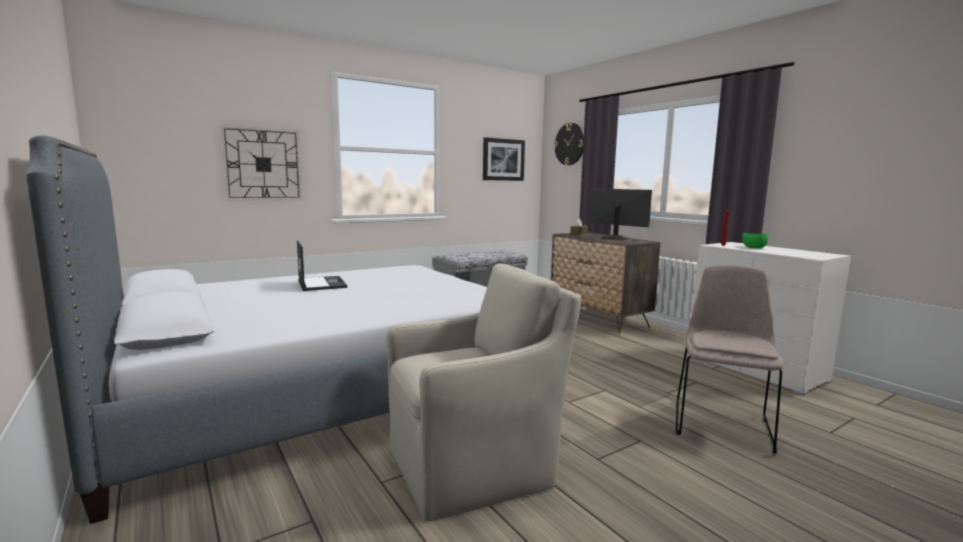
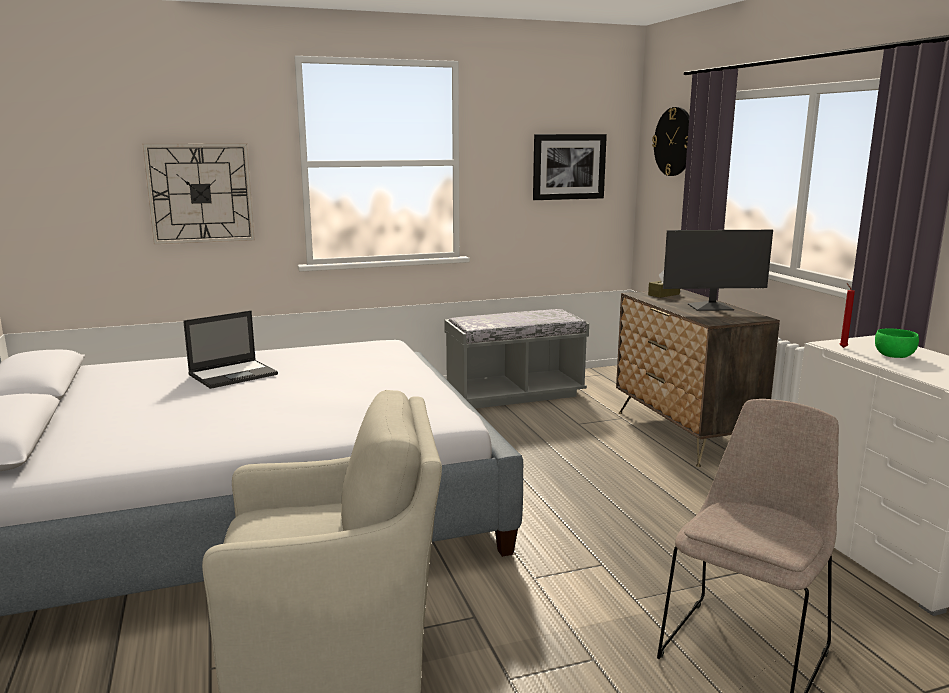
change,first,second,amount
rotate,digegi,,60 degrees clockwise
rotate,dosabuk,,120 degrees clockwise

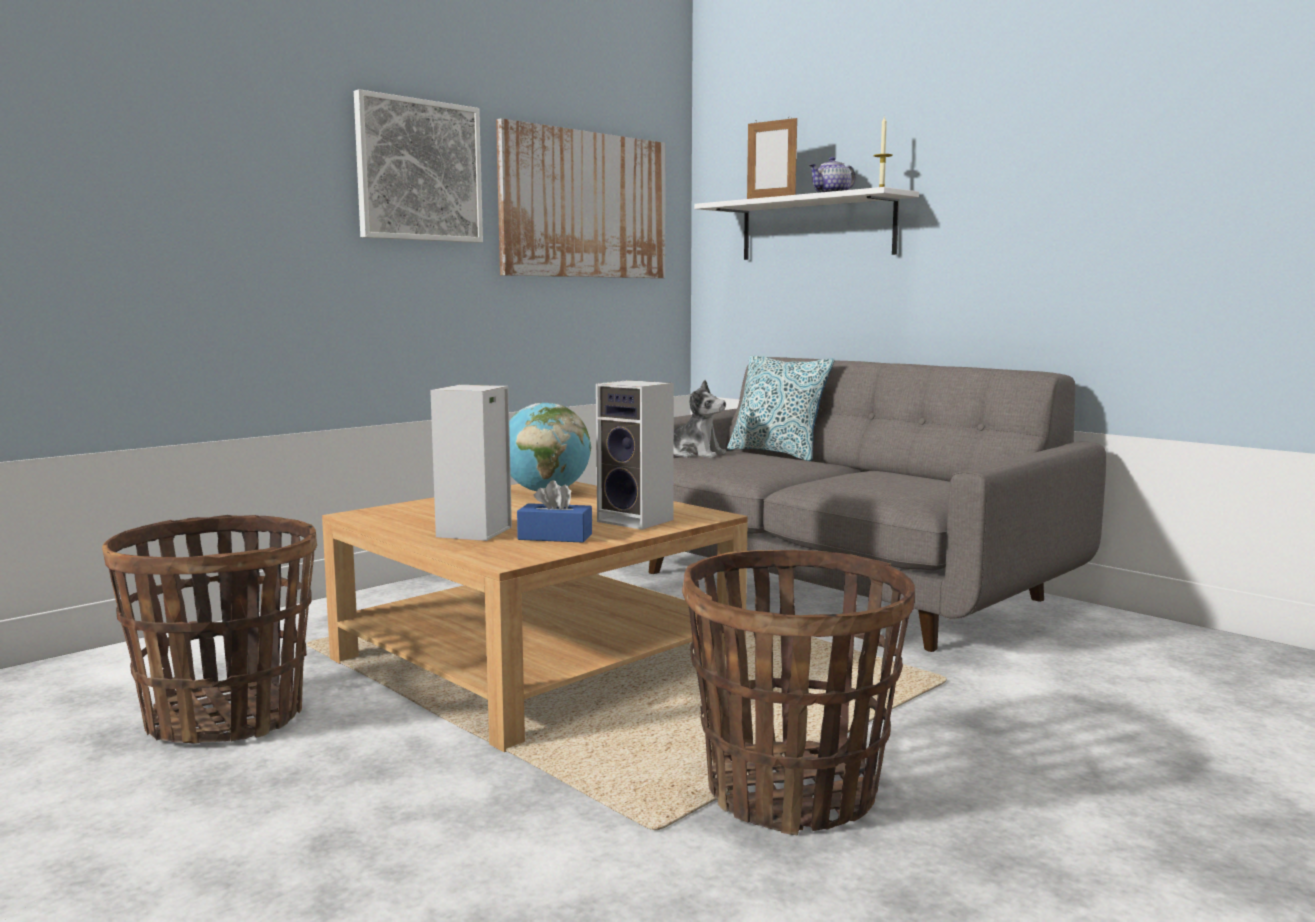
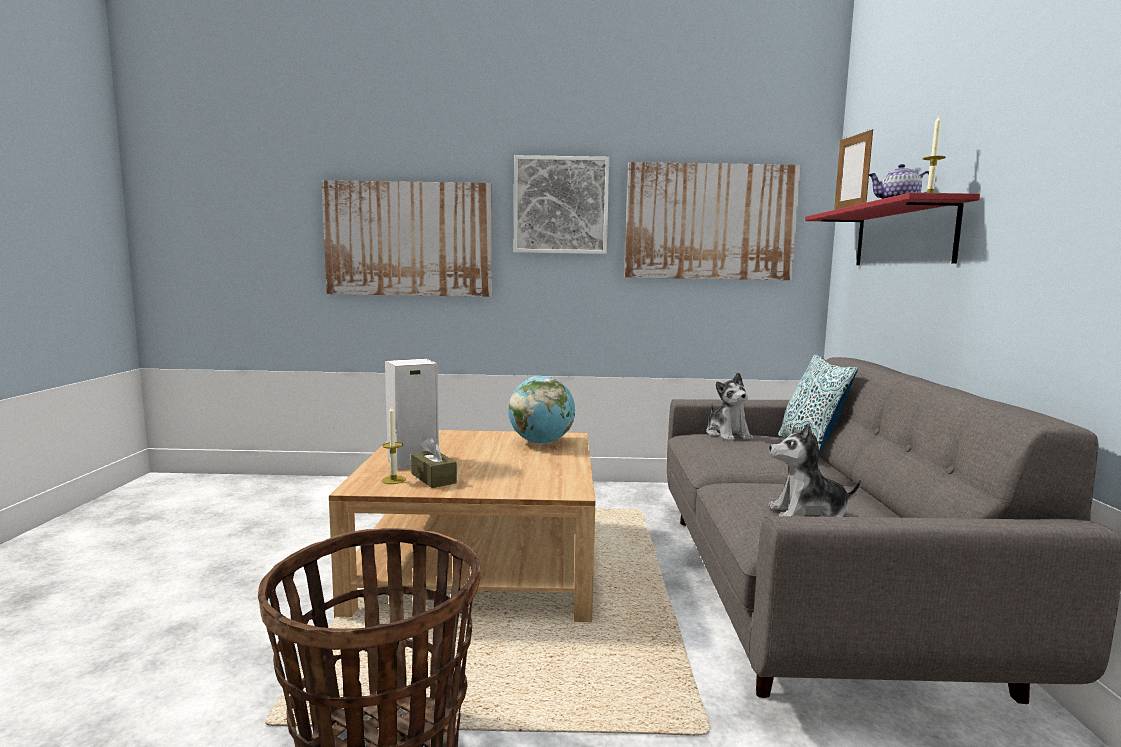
change,first,second,amount
delete,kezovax (1st from left),,
recolor,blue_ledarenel,brown_ledarenel,
delete,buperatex (2nd from left),,
recolor,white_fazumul,red_fazumul,
insert,,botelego (1st from left),
insert,,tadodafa (1st from left),
insert,,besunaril (2nd from left),

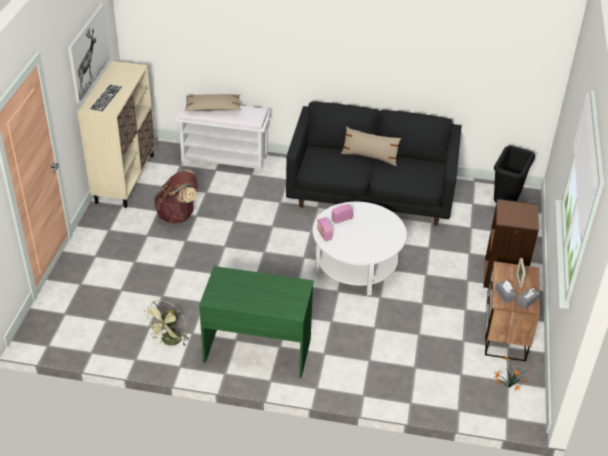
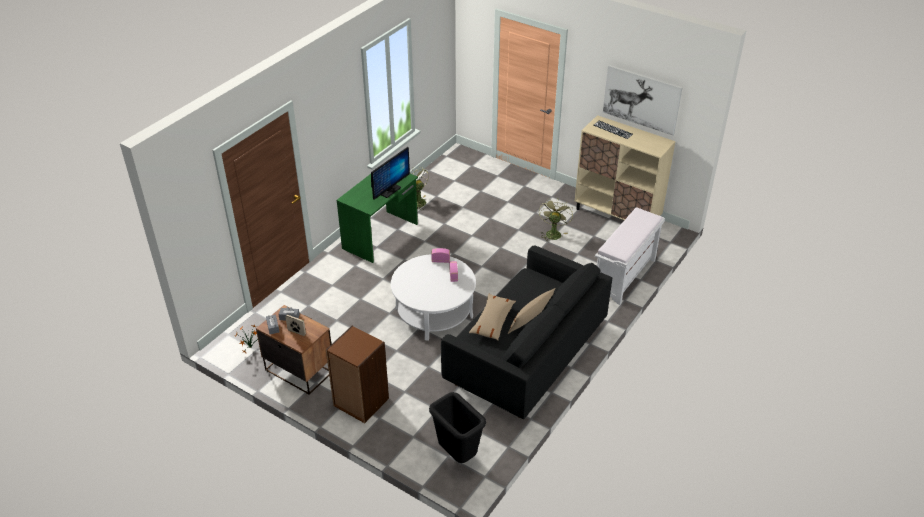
change,first,second,amount
replace,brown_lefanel,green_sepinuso (2nd from left),
move,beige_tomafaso (1st from left),,
insert,,dosabuk,

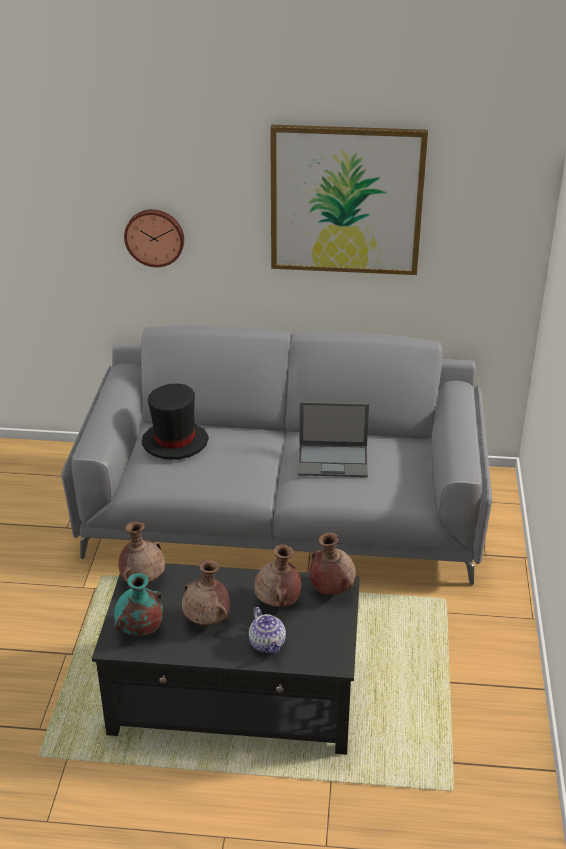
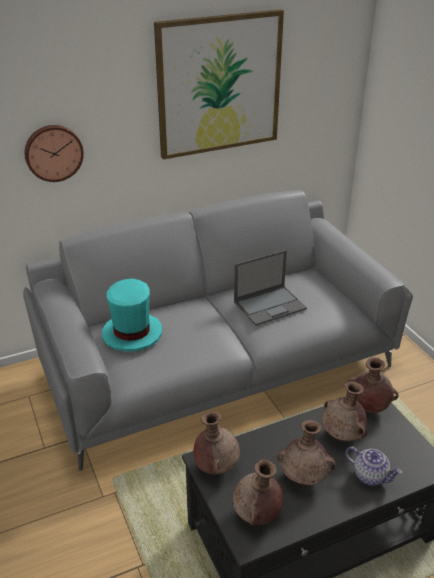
change,first,second,amount
recolor,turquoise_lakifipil,brown_lakifipil (2nd from left),
recolor,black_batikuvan,turquoise_batikuvan,

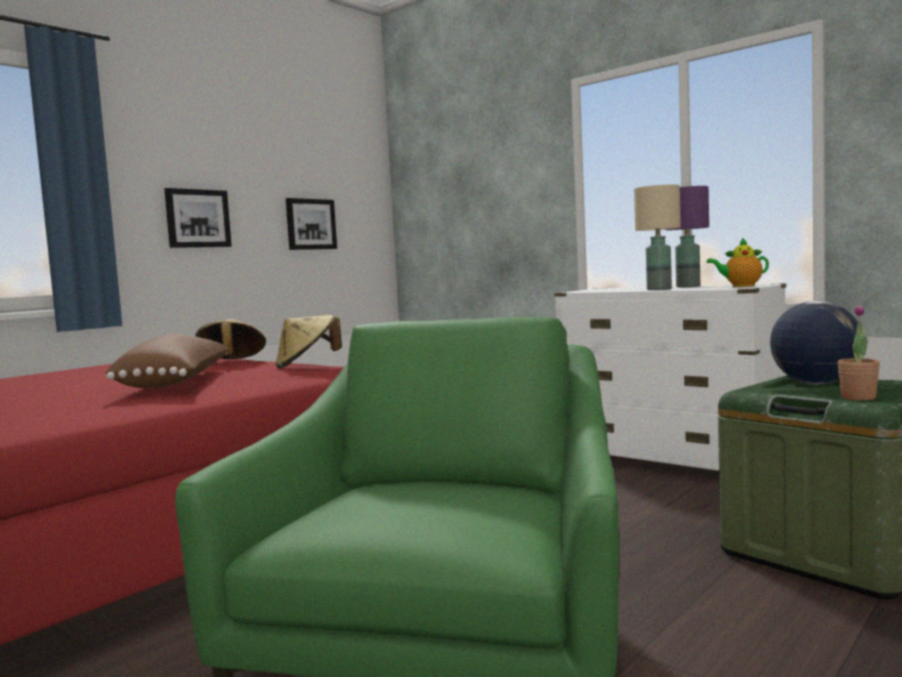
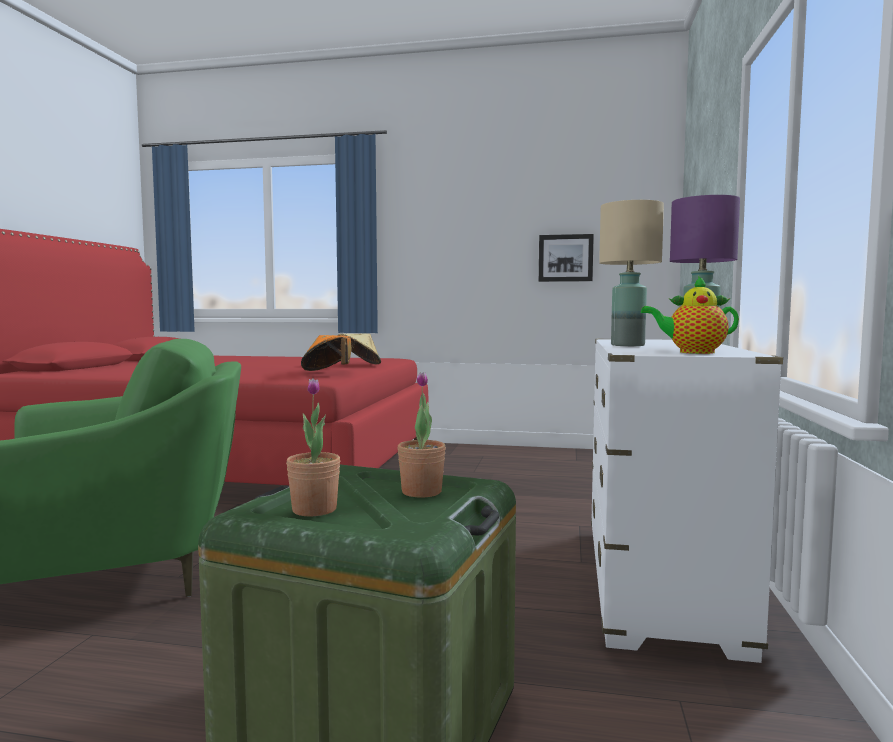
change,first,second,amount
delete,brown_tomafaso,,
delete,botelego (1st from left),,
recolor,beige_batikuvan (2nd from left),orange_batikuvan,
rotate,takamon,,60 degrees counterclockwise
replace,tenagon,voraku (2nd from left),

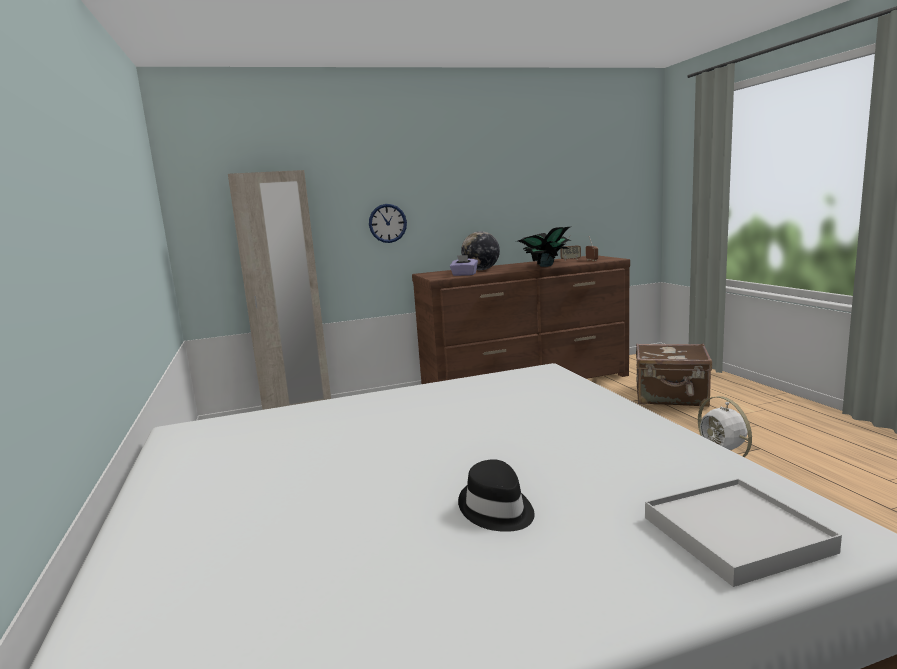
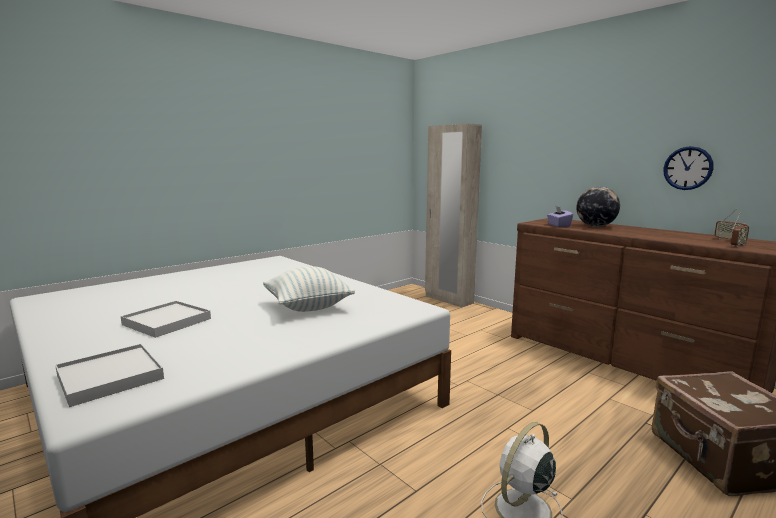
change,first,second,amount
move,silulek,,
replace,black_batikuvan,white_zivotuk (2nd from left),
delete,voraku,,
insert,,tomafaso,

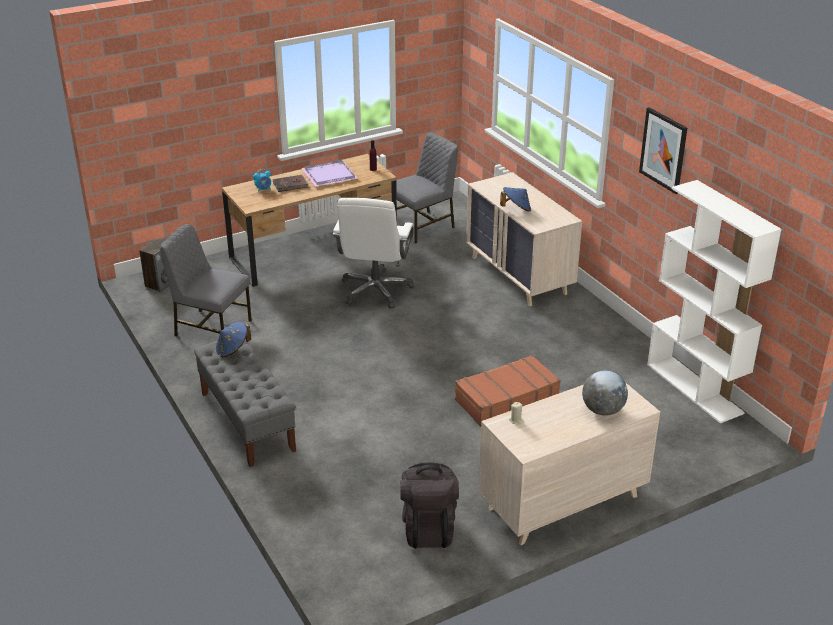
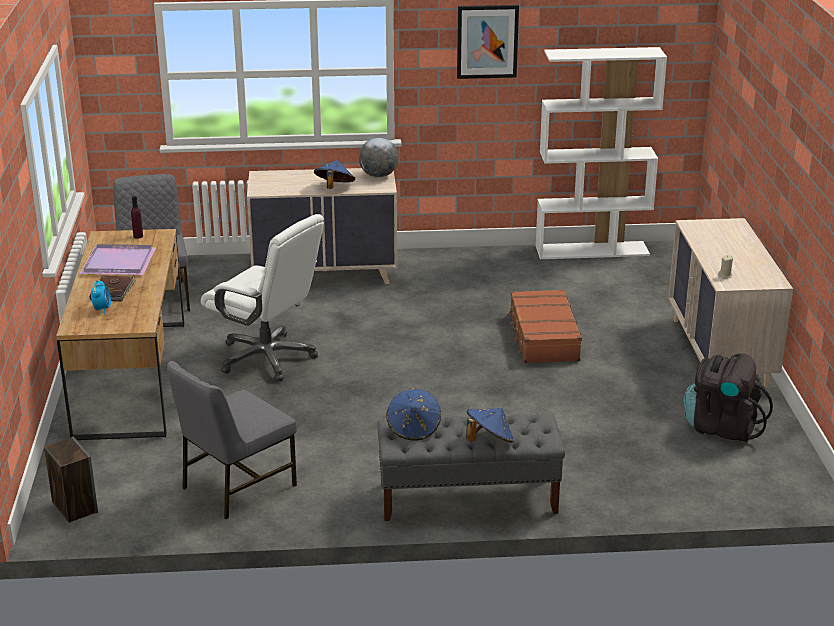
change,first,second,amount
move,tenagon,,
insert,,blue_batikuvan (3rd from left),

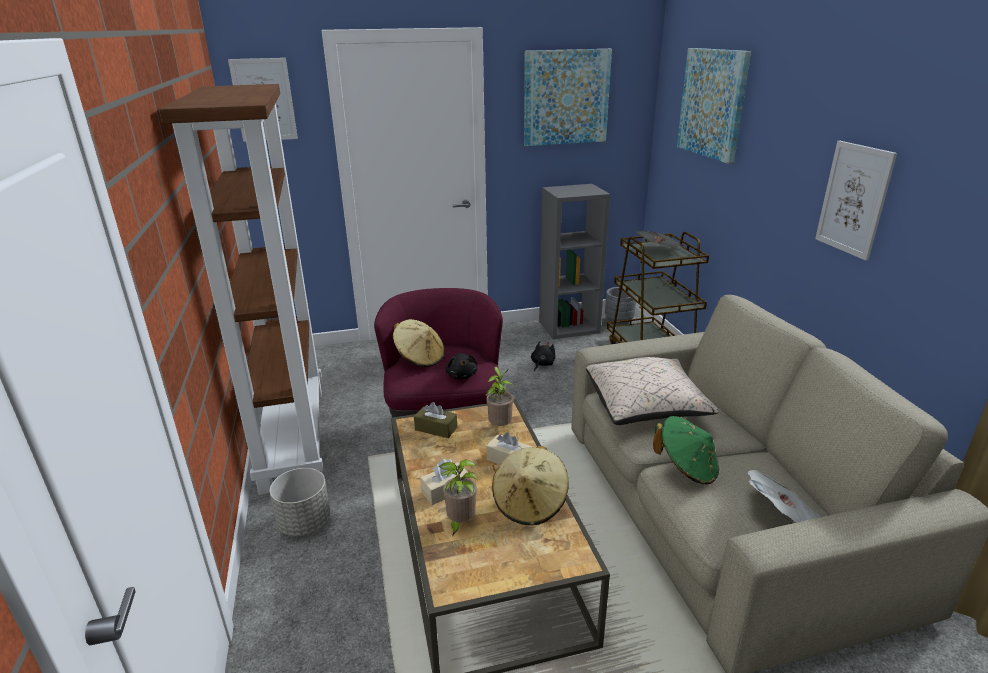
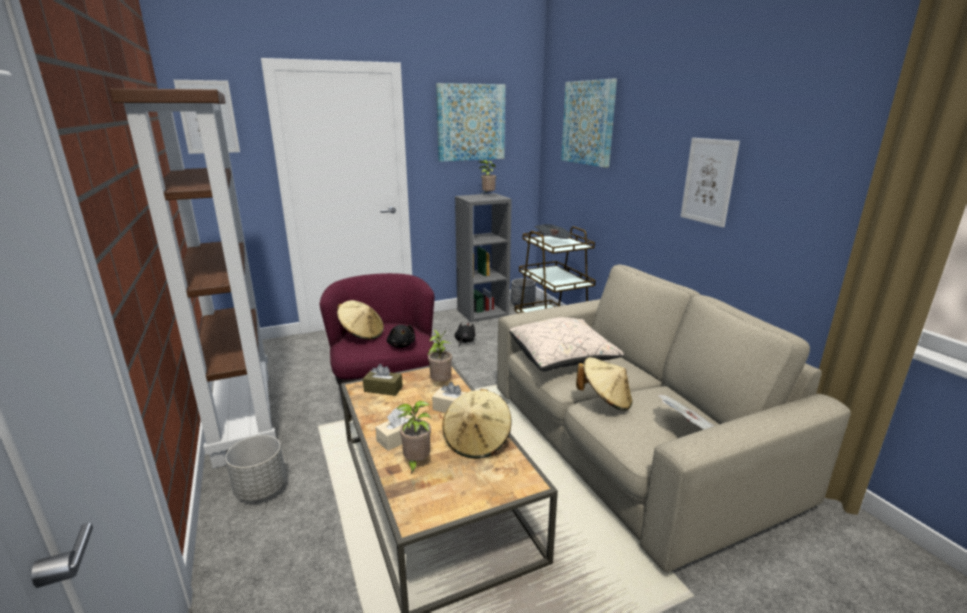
change,first,second,amount
recolor,green_batikuvan,beige_batikuvan (3rd from left),
insert,,voraku (3rd from left),

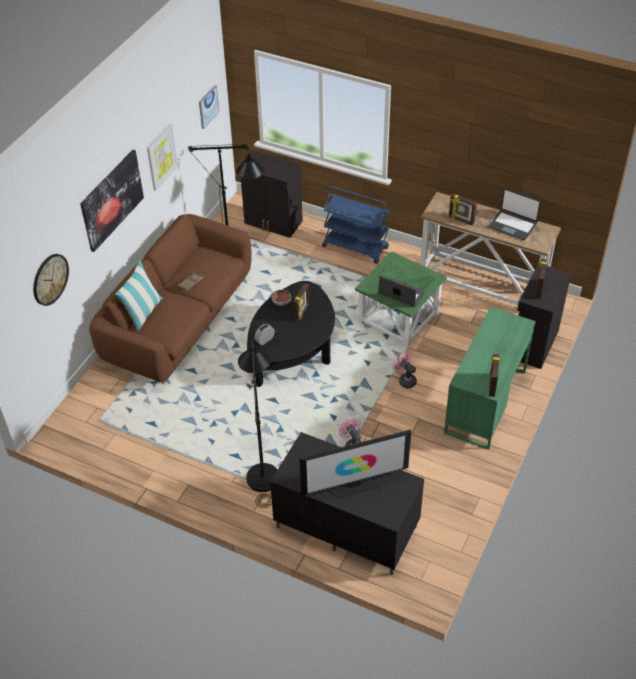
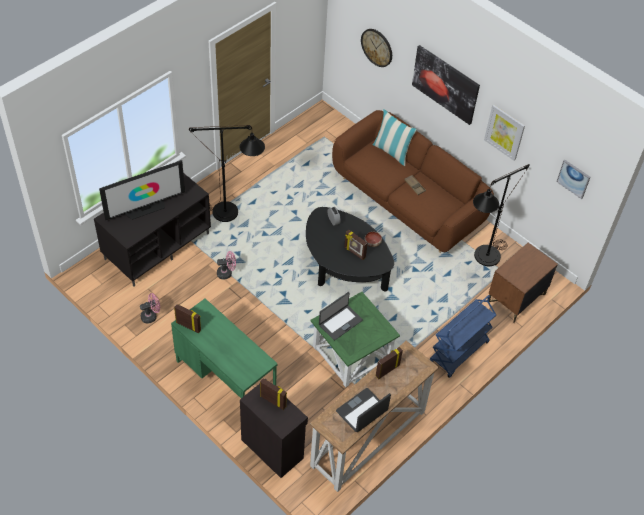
change,first,second,amount
replace,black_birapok (1st from left),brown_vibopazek,
rotate,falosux,,120 degrees counterclockwise
move,pink_sepinuso (2nd from left in the first image),pink_sepinuso (1st from left),

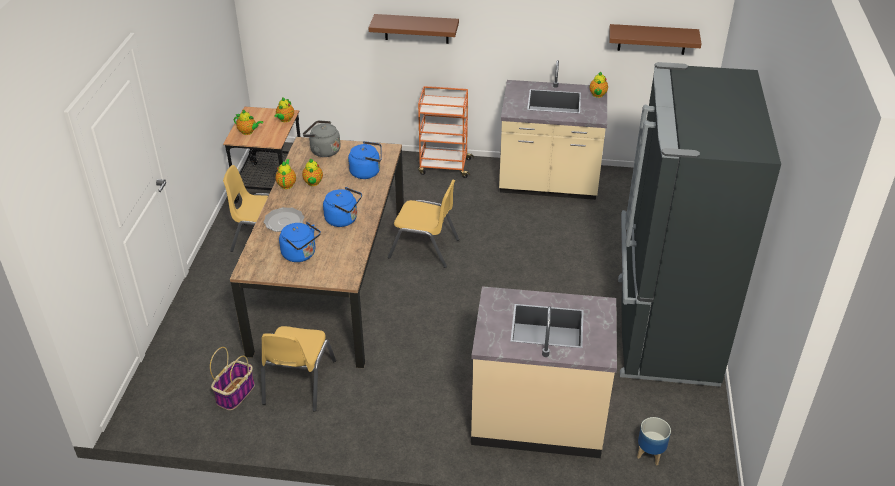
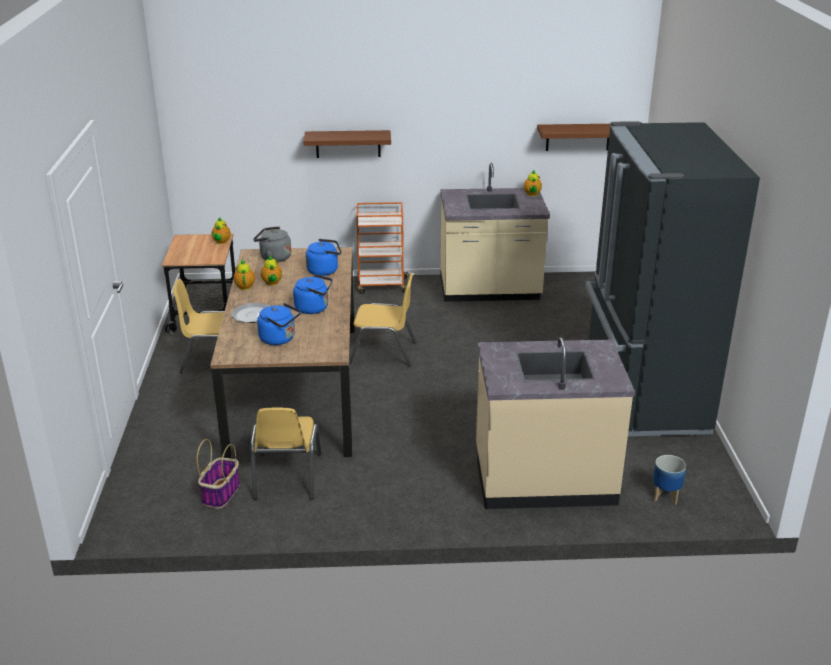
change,first,second,amount
delete,takamon (1st from left),,

